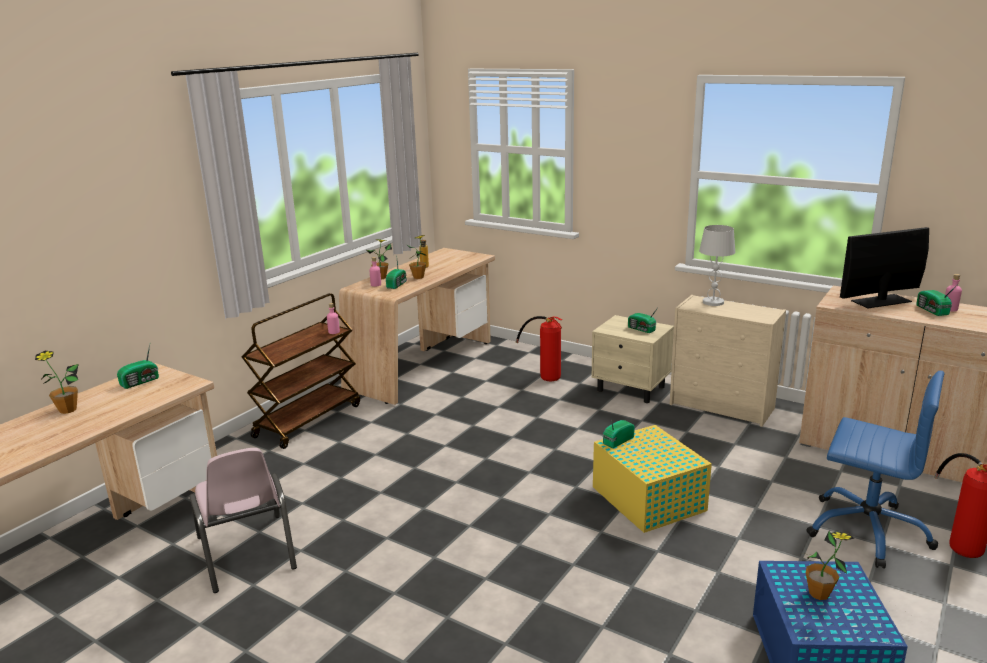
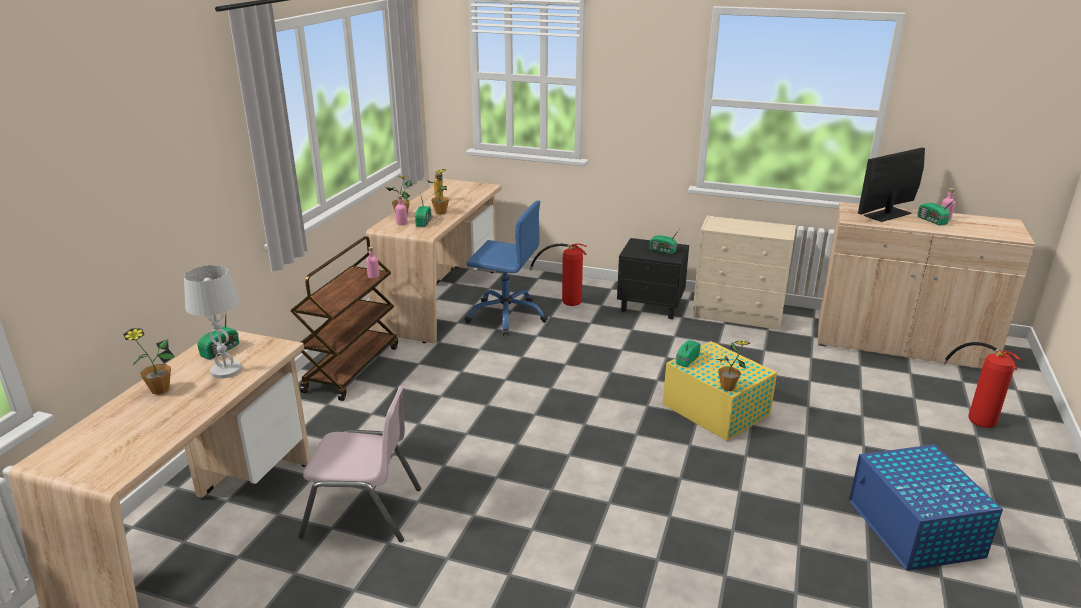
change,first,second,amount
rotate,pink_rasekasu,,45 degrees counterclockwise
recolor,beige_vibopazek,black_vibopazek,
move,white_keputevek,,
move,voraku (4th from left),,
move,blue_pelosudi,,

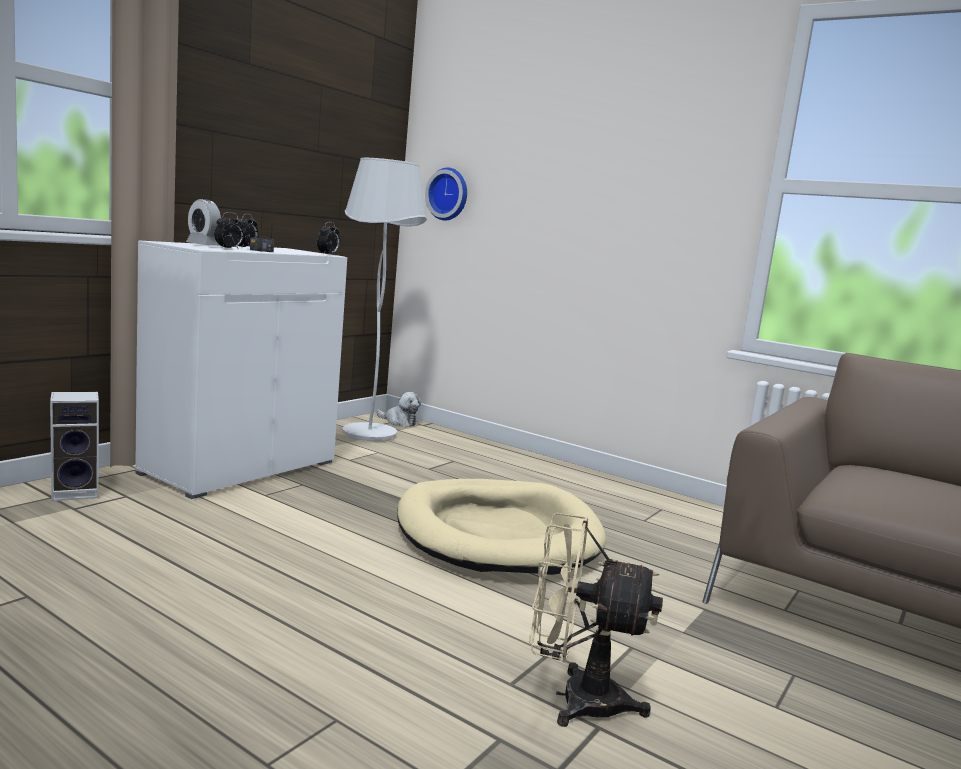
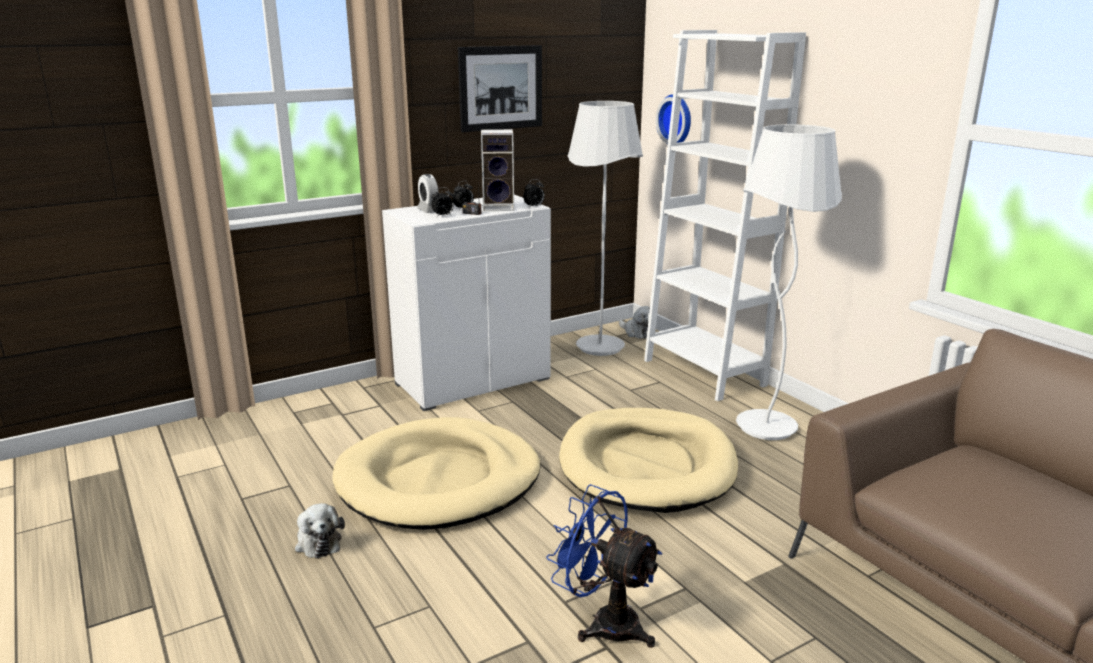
change,first,second,amount
move,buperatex,,
recolor,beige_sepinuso,blue_sepinuso,
insert,,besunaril (1st from left),
insert,,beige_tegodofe (1st from left),
insert,,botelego,
insert,,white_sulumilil,
insert,,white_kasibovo (2nd from left),

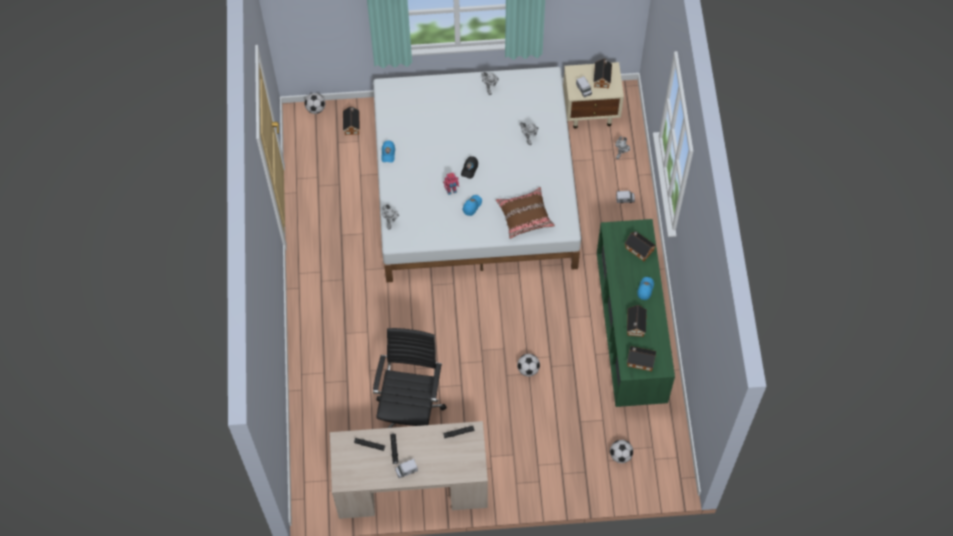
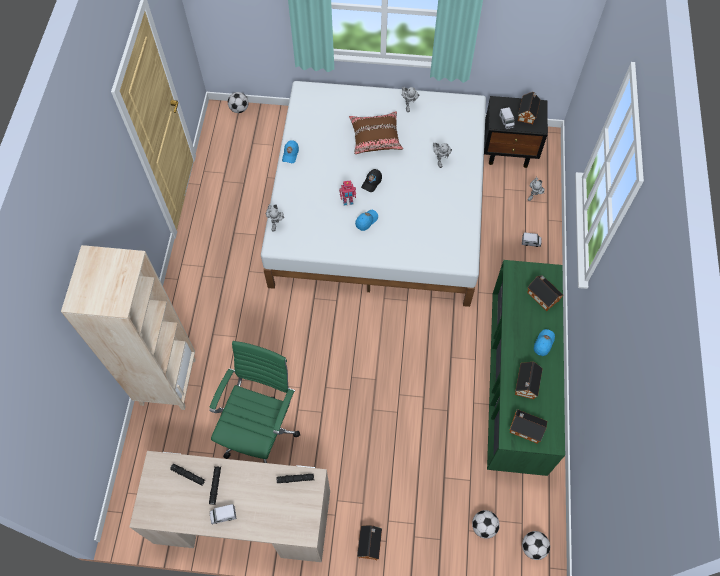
change,first,second,amount
move,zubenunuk (1st from left),,
recolor,black_pelosudi,green_pelosudi,
move,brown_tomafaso,,
move,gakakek (2nd from left in the first image),gakakek (3rd from left),
recolor,beige_vibopazek,black_vibopazek,
insert,,beige_sulumilil,

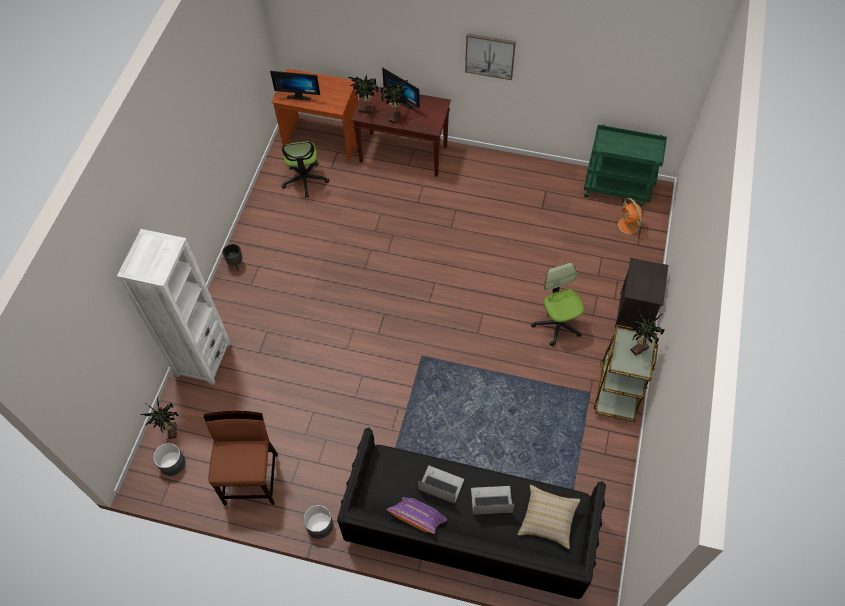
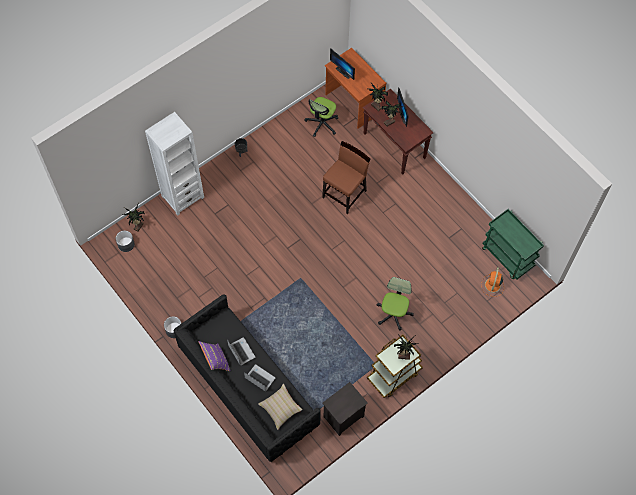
change,first,second,amount
move,brown_rasekasu,,
delete,botelego,,
move,black_vibopazek,,

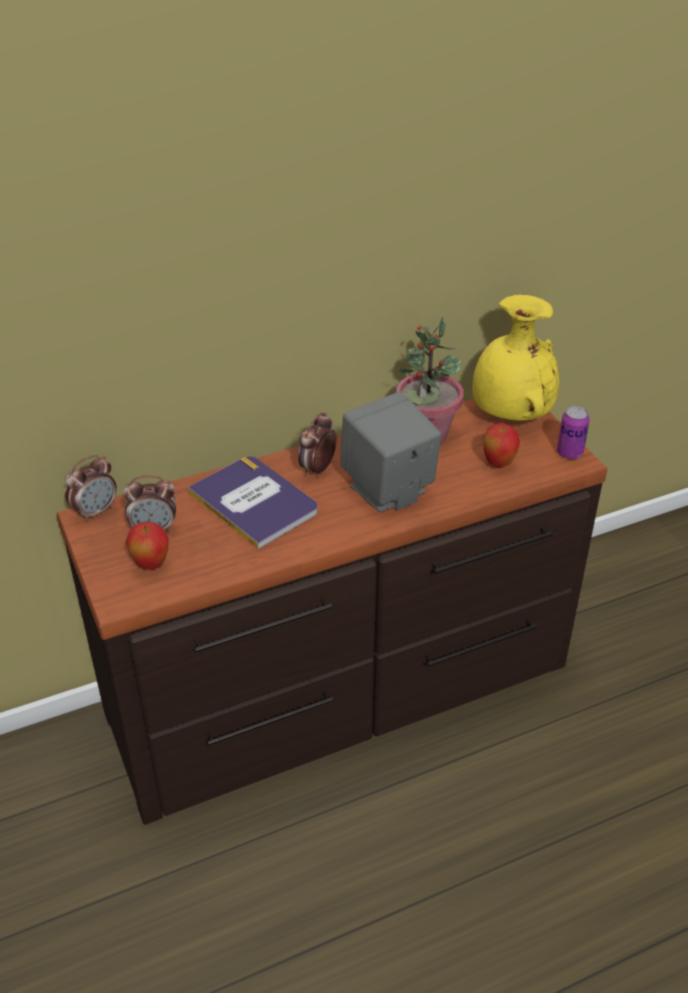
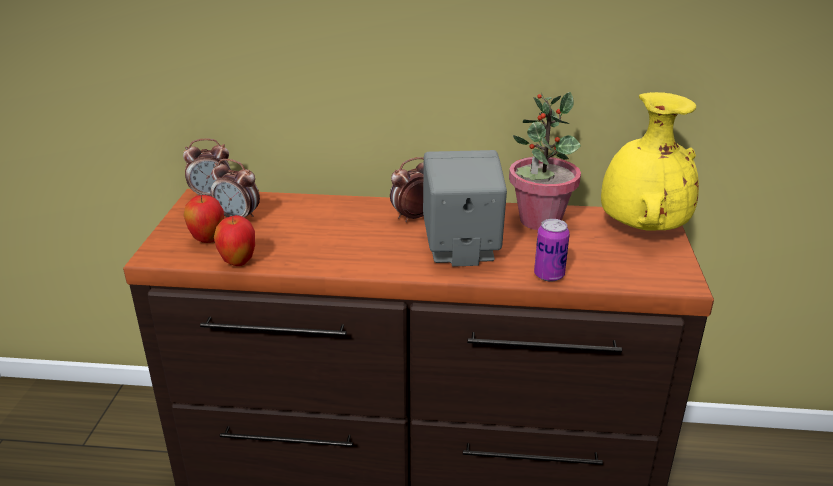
change,first,second,amount
delete,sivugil,,
move,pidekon (2nd from left),,
move,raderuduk,,

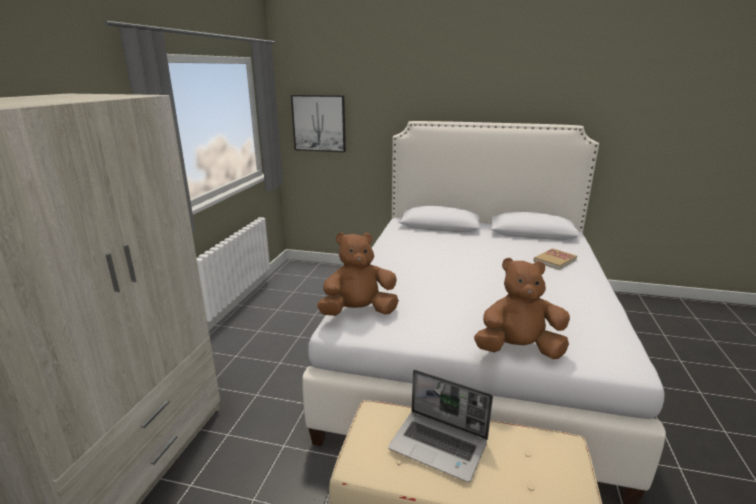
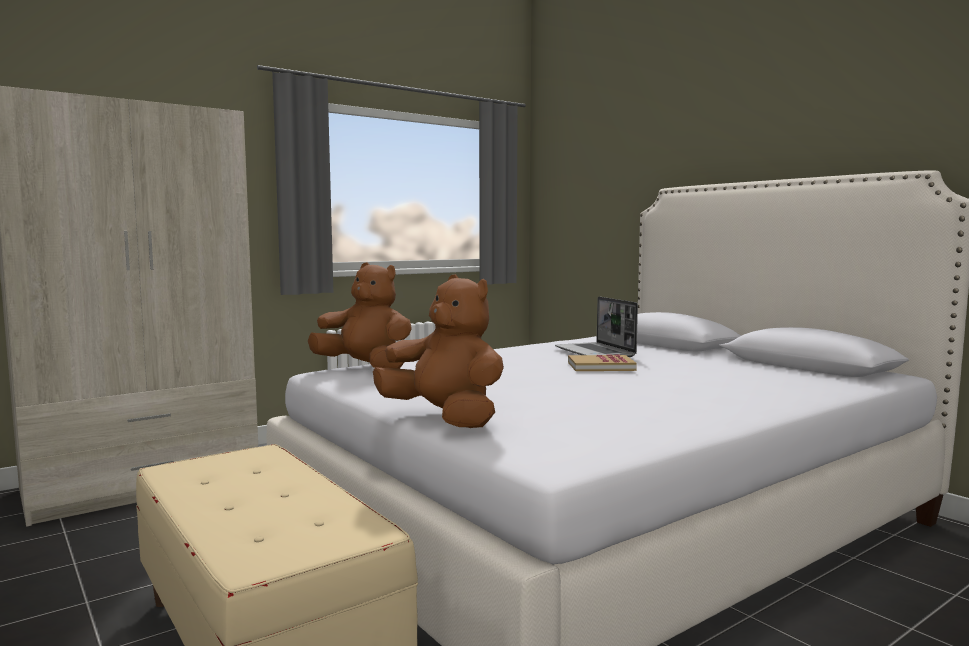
change,first,second,amount
delete,botelego,,
move,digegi,,
move,sivugil,,

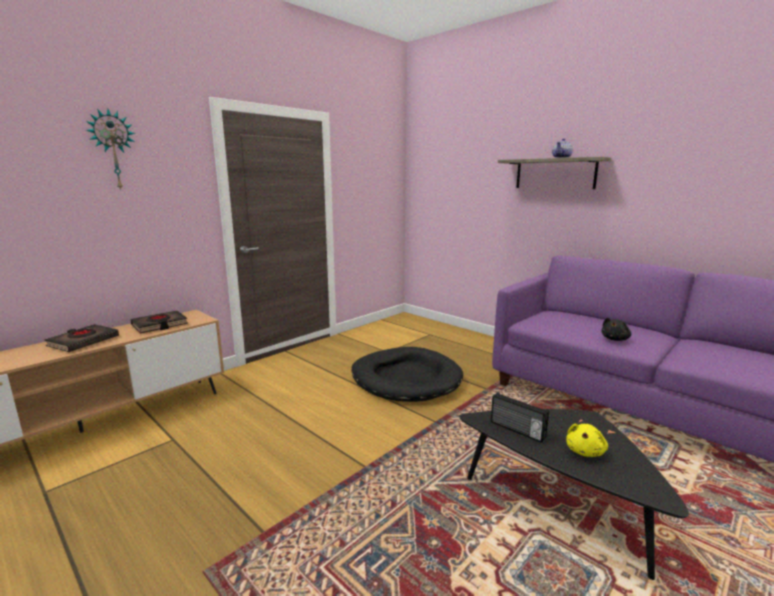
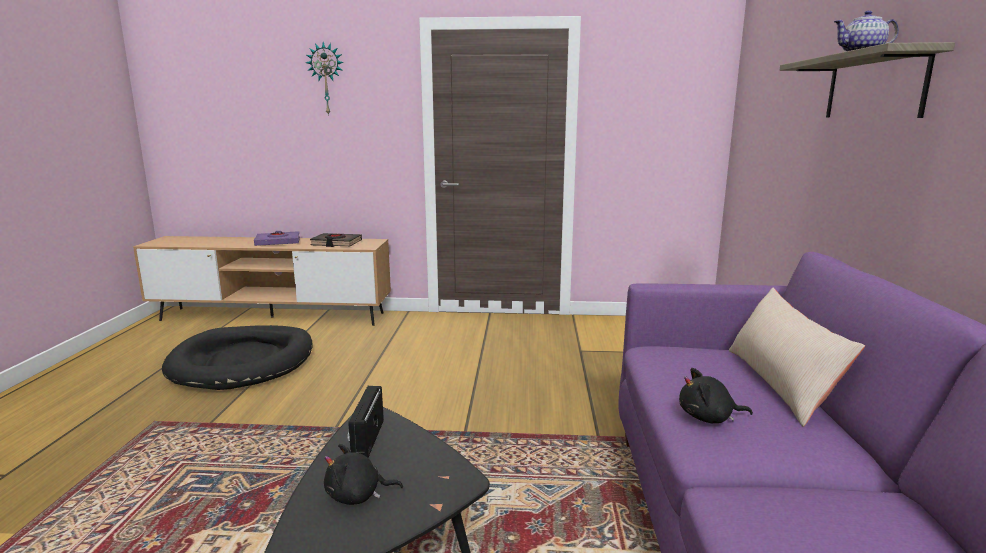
change,first,second,amount
recolor,black_sivugil (1st from left),purple_sivugil,
move,black_tegodofe,,
recolor,yellow_besunaril,black_besunaril (1st from left),
insert,,beige_tomafaso,

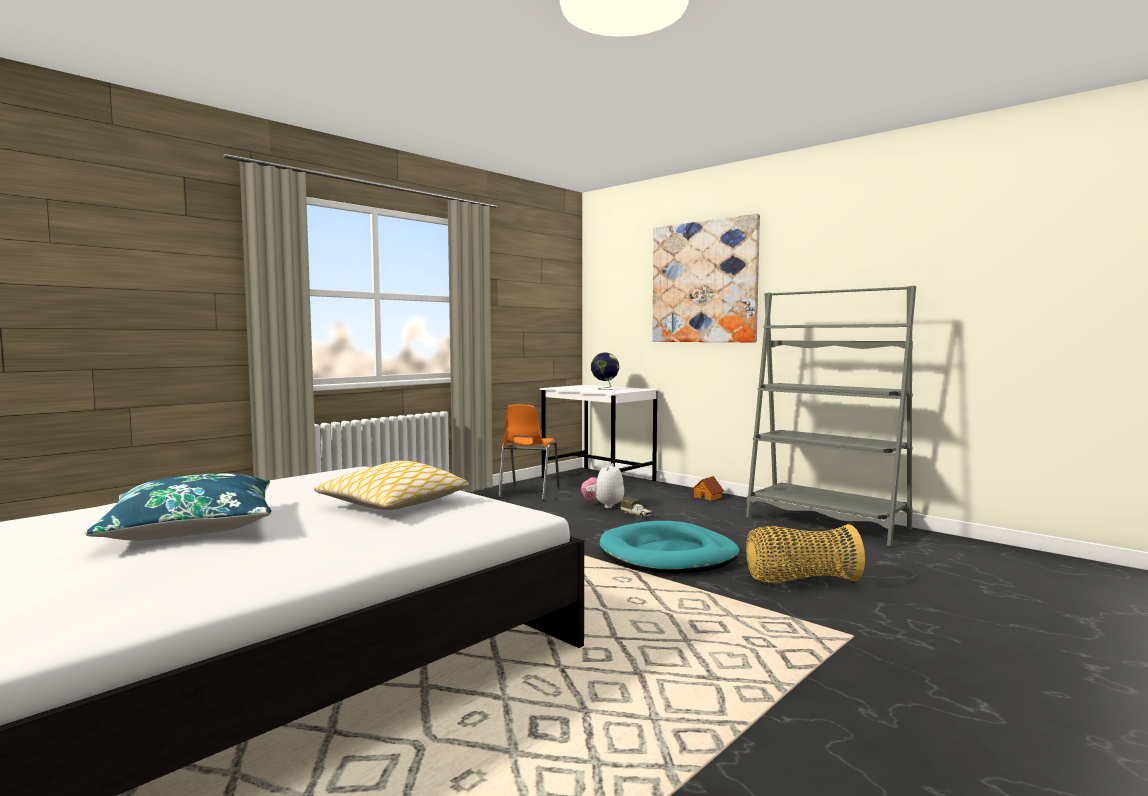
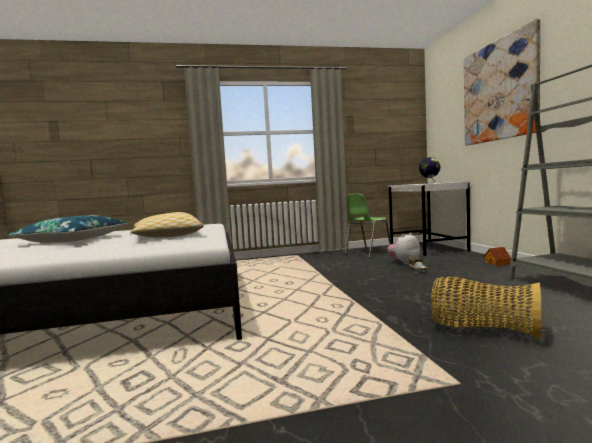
change,first,second,amount
recolor,orange_rasekasu,green_rasekasu,
delete,turquoise_tegodofe,,

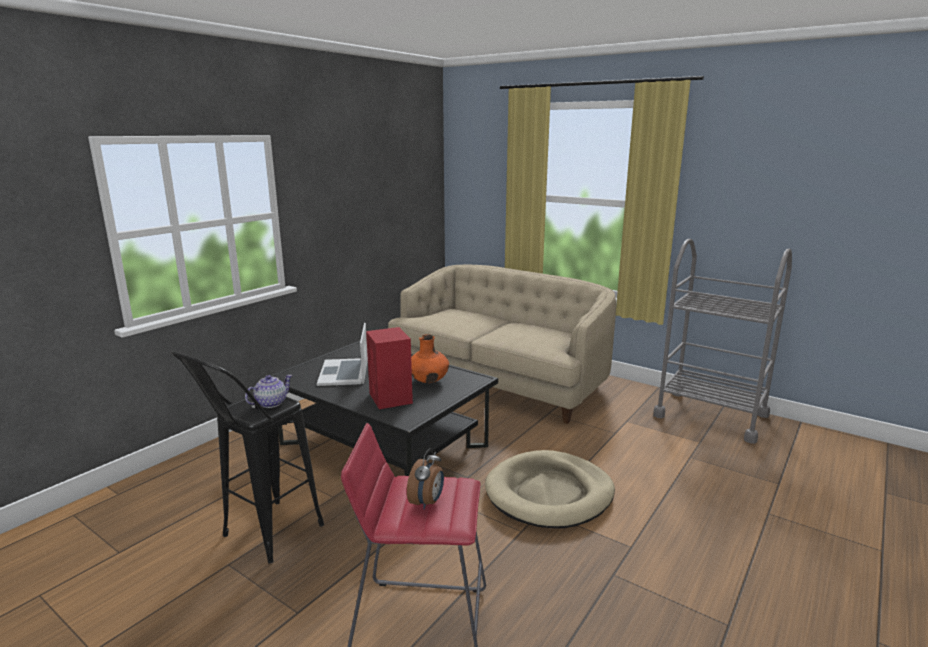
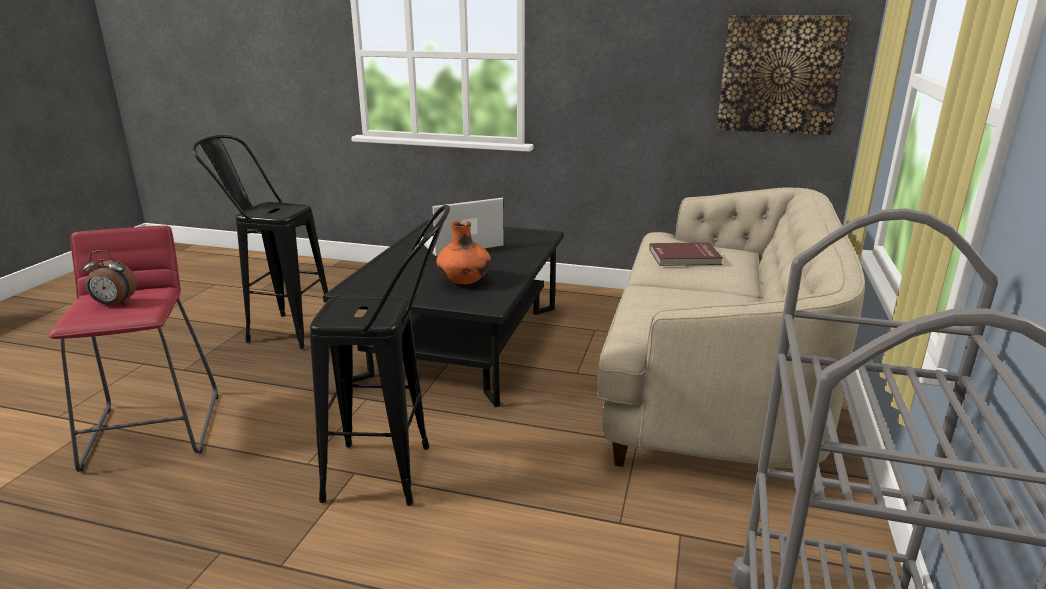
change,first,second,amount
delete,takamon,,
delete,red_buperatex,,
replace,beige_tegodofe,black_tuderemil (2nd from left),
insert,,red_sivugil,
insert,,botelego,

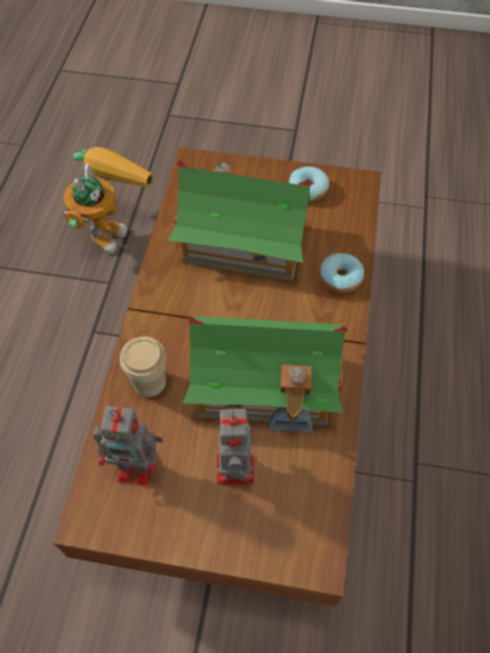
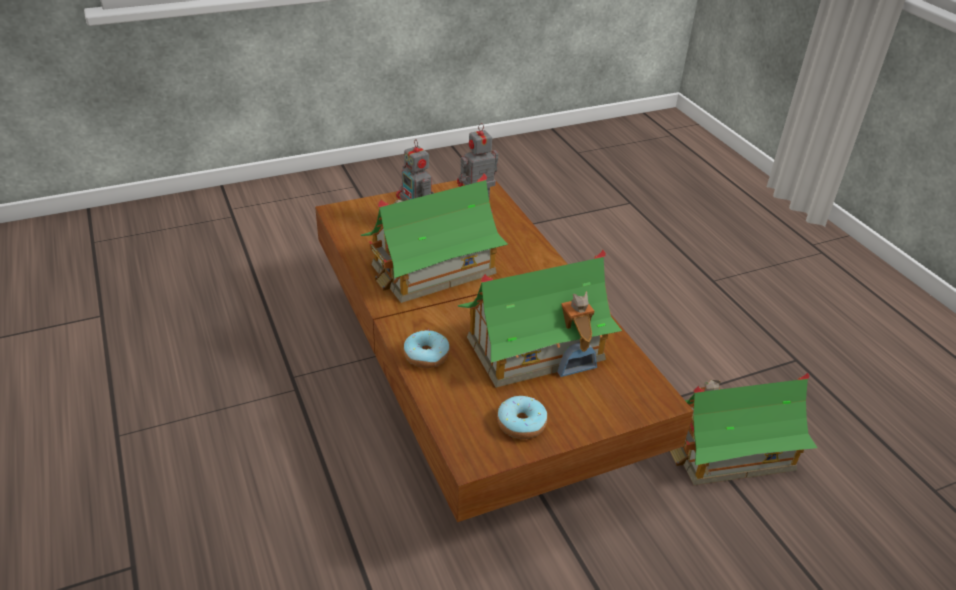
change,first,second,amount
replace,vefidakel (1st from left),zubenunuk (3rd from left),
delete,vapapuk,,

